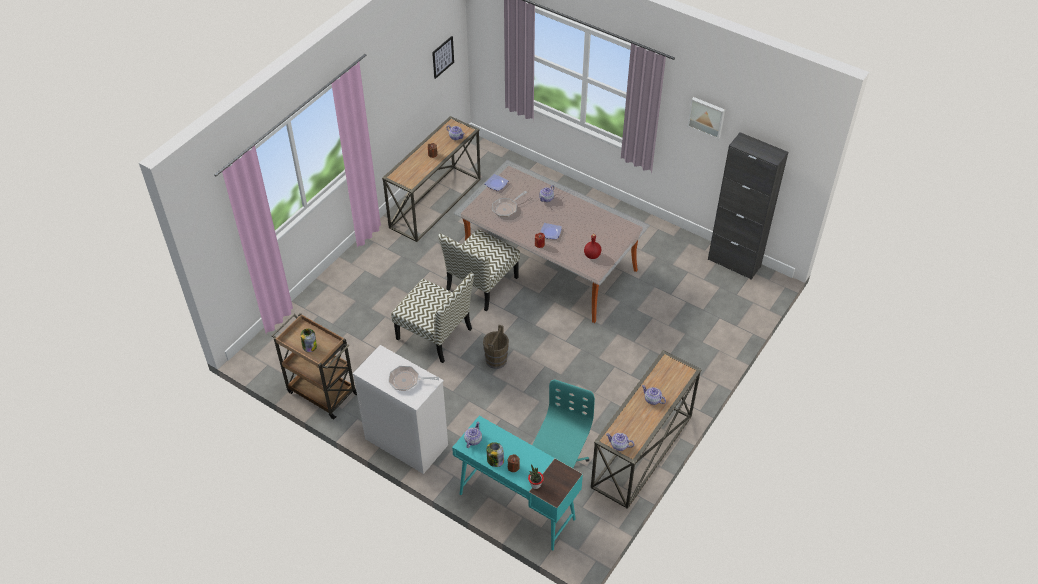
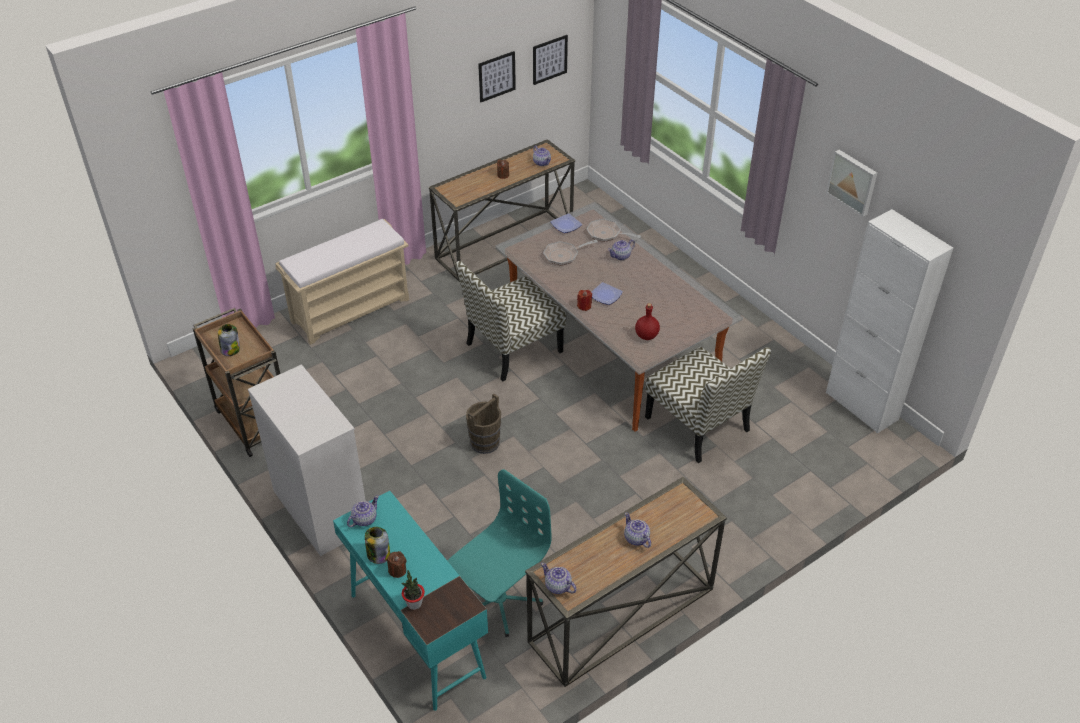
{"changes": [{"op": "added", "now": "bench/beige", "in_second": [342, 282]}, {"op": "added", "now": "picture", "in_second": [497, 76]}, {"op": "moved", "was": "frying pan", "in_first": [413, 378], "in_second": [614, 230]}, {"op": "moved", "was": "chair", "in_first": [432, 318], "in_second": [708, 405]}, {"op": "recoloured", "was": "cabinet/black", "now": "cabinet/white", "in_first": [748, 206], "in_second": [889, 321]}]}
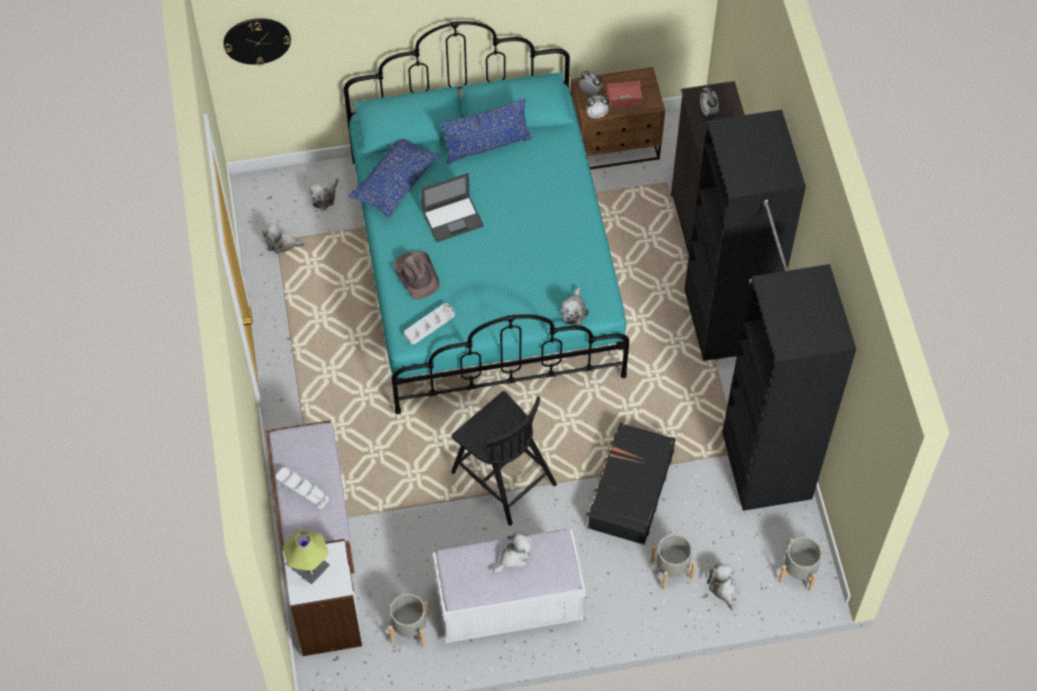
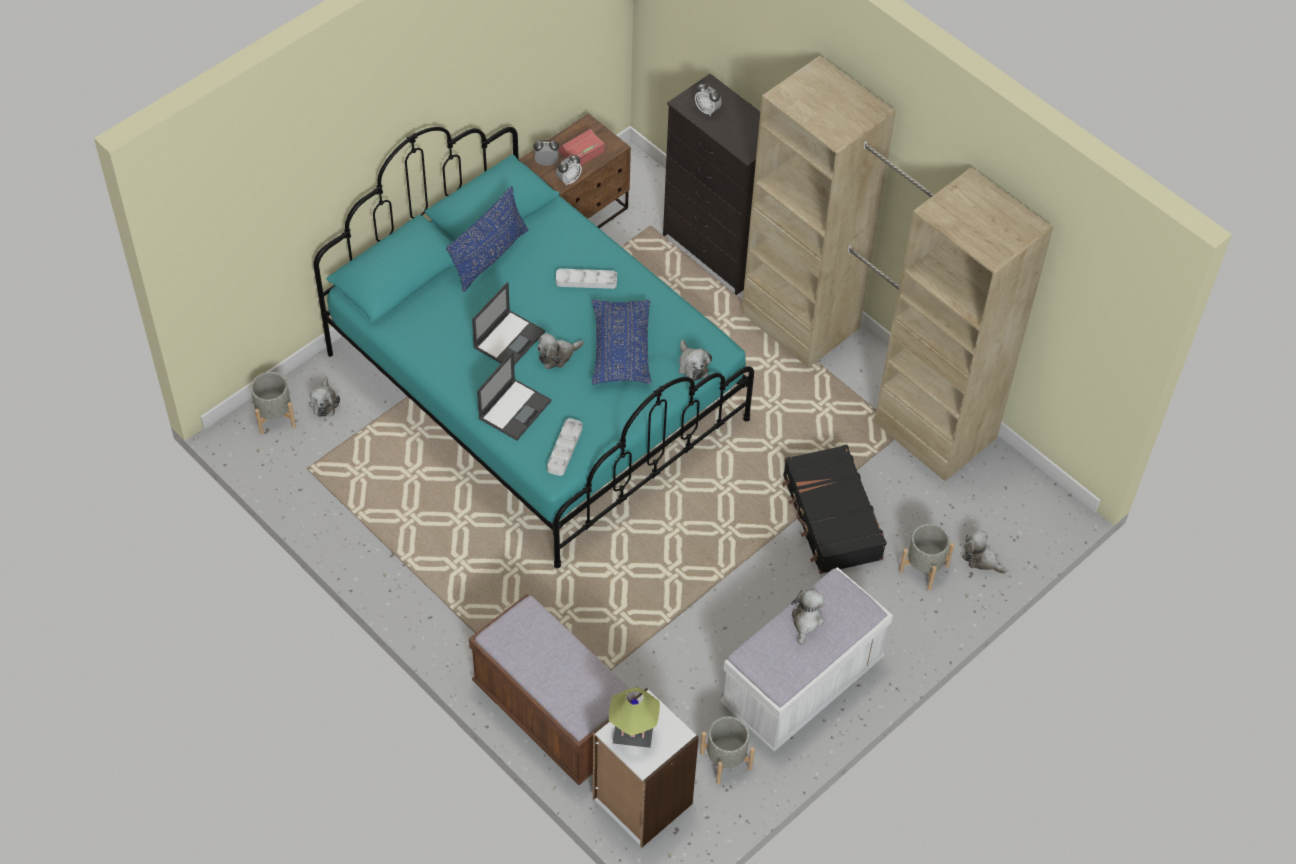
{"changes": [{"op": "moved", "was": "planter/grey", "in_first": [801, 564], "in_second": [273, 403]}, {"op": "replaced", "was": "hat/brown", "now": "laptop", "in_first": [416, 275], "in_second": [514, 395]}, {"op": "moved", "was": "plush toy", "in_first": [284, 238], "in_second": [560, 351]}, {"op": "moved", "was": "tray/white", "in_first": [302, 488], "in_second": [586, 279]}, {"op": "moved", "was": "pillow/blue", "in_first": [394, 178], "in_second": [622, 342]}, {"op": "recoloured", "was": "wardrobe/black", "now": "wardrobe/beige", "in_first": [770, 310], "in_second": [897, 268]}, {"op": "removed", "was": "wall clock", "in_first": [257, 42]}, {"op": "removed", "was": "chair/black", "in_first": [504, 458]}]}
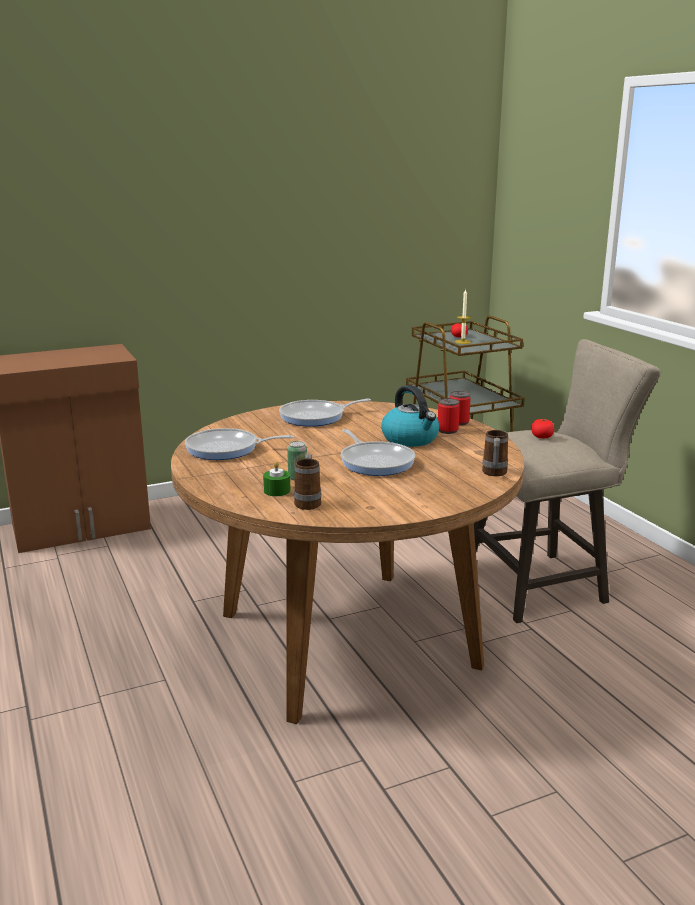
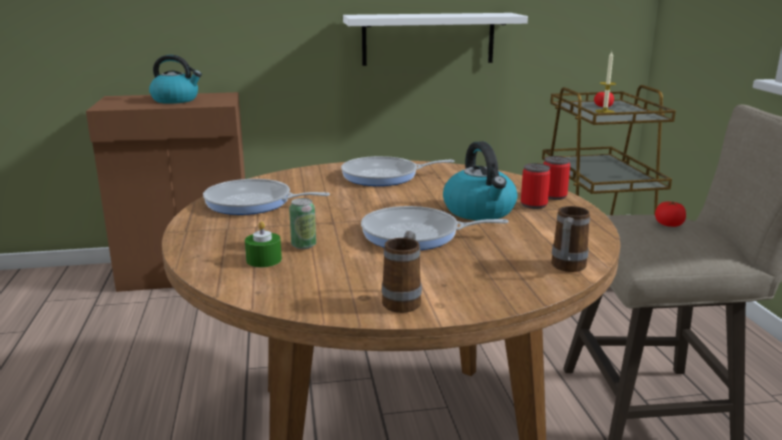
{"changes": [{"op": "added", "now": "kettle", "in_second": [175, 79]}, {"op": "added", "now": "shelf/white", "in_second": [435, 39]}, {"op": "turned", "was": "frying pan", "in_first": [378, 452], "in_second": [435, 228], "clockwise": 105}, {"op": "moved", "was": "mug", "in_first": [308, 482], "in_second": [401, 272]}]}
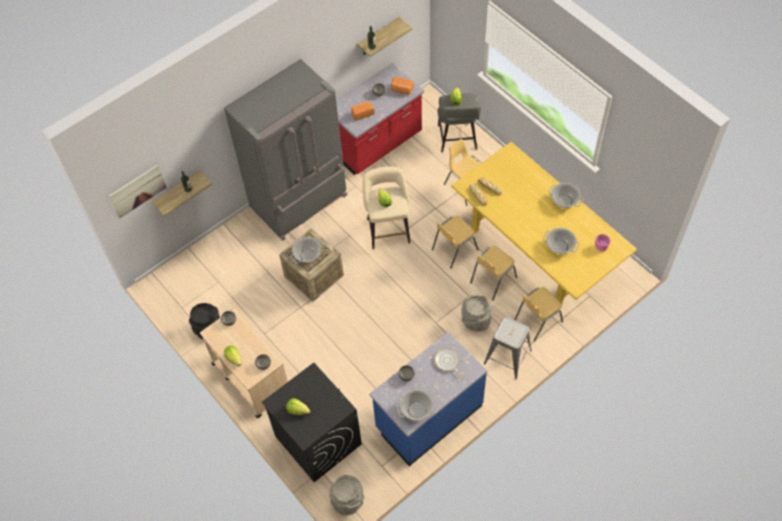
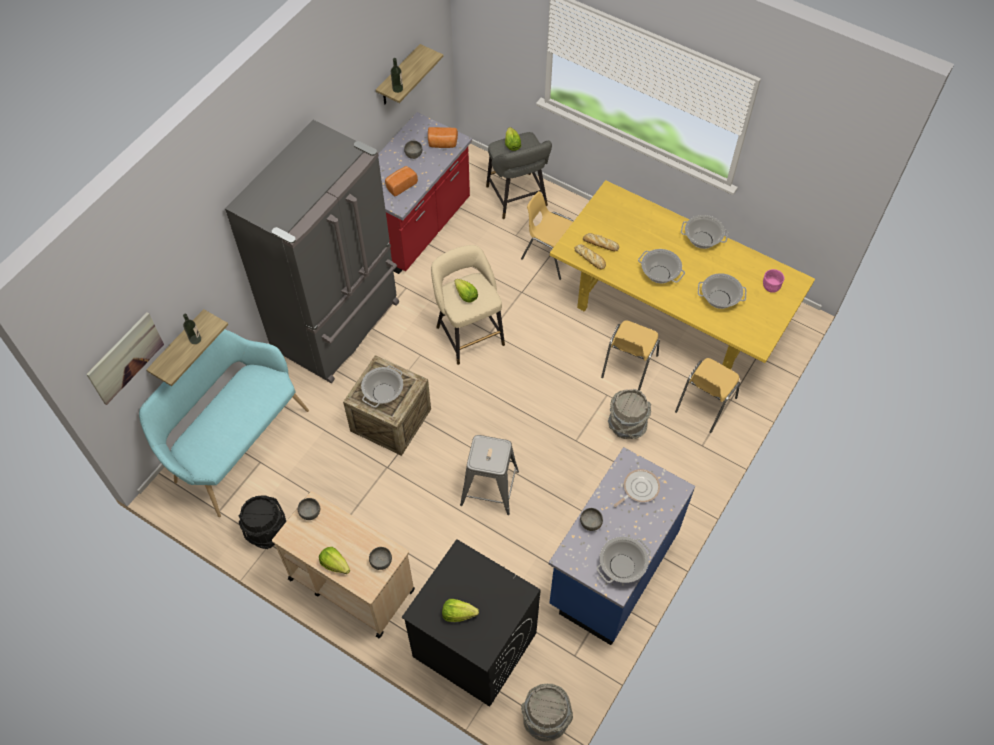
{"changes": [{"op": "added", "now": "bench/turquoise", "in_second": [224, 423]}, {"op": "moved", "was": "stool/grey", "in_first": [508, 348], "in_second": [489, 475]}, {"op": "turned", "was": "frying pan", "in_first": [449, 363], "in_second": [637, 488], "clockwise": 105}, {"op": "added", "now": "cooking pot", "in_second": [661, 266]}, {"op": "removed", "was": "chair/yellow", "in_first": [455, 242]}]}
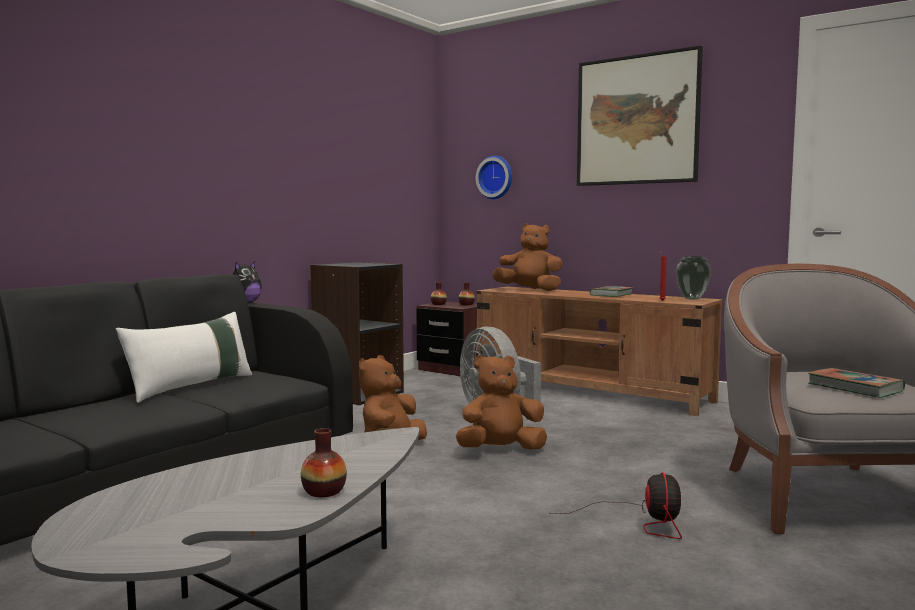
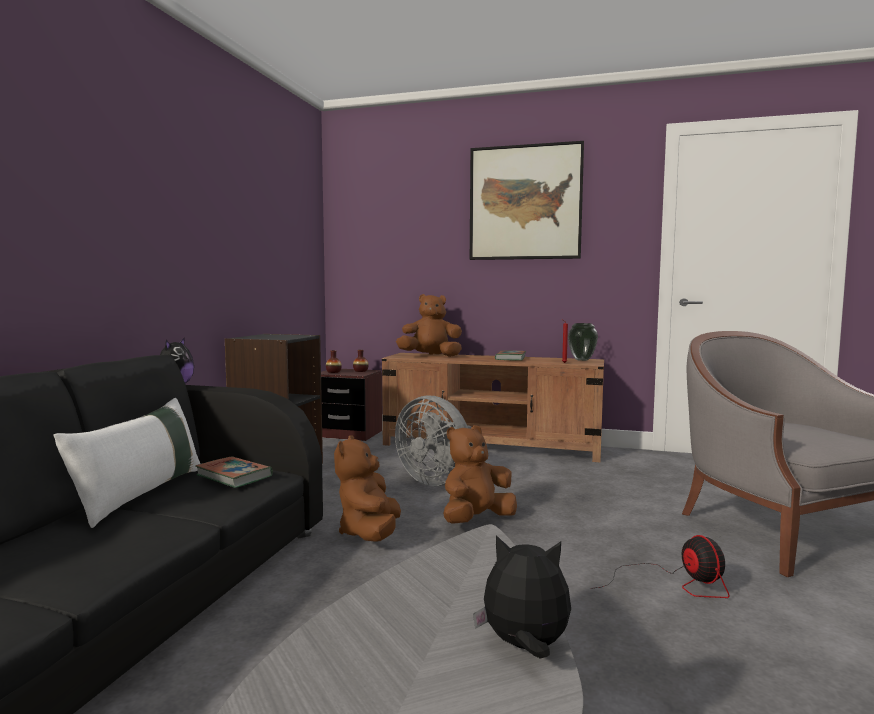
{"changes": [{"op": "moved", "was": "book", "in_first": [856, 383], "in_second": [234, 472]}, {"op": "replaced", "was": "vase", "now": "plush toy", "in_first": [324, 462], "in_second": [522, 597]}, {"op": "removed", "was": "wall clock", "in_first": [494, 177]}]}
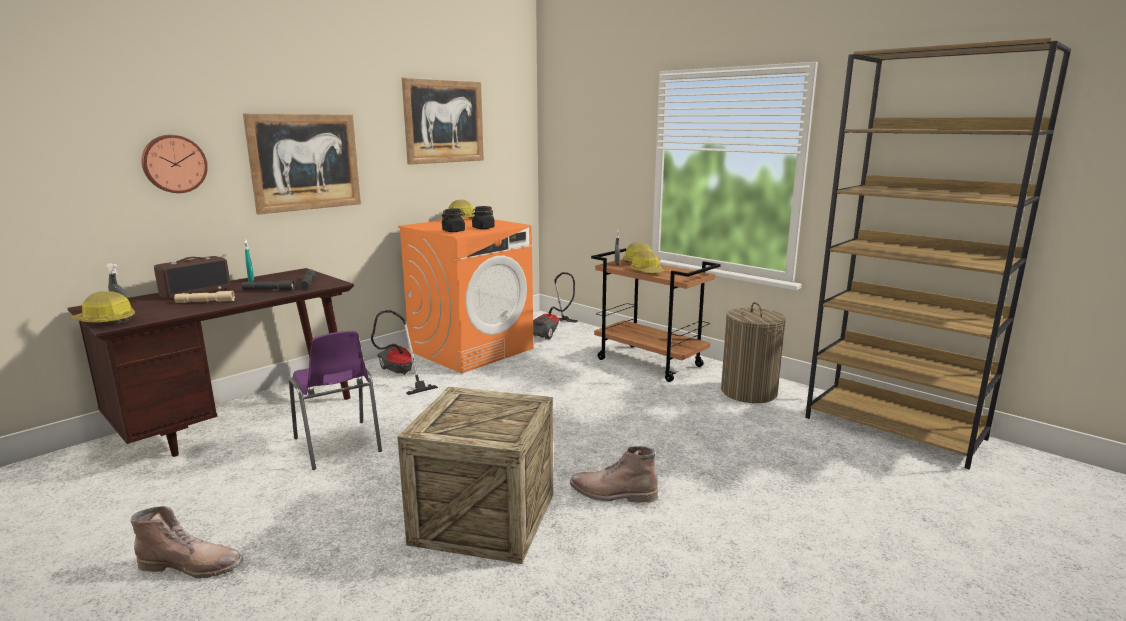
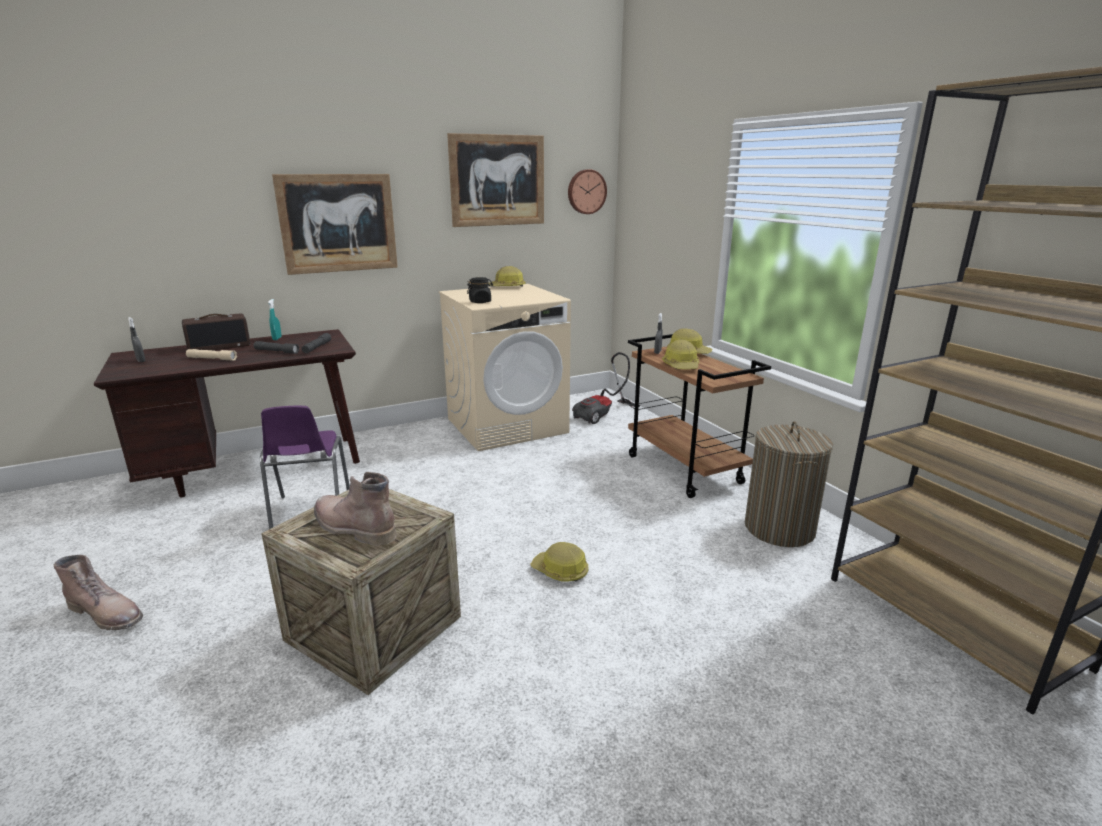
{"changes": [{"op": "moved", "was": "boot/brown", "in_first": [614, 474], "in_second": [355, 509]}, {"op": "recoloured", "was": "washing machine/orange", "now": "washing machine/beige", "in_first": [465, 295], "in_second": [505, 367]}, {"op": "moved", "was": "hard hat", "in_first": [102, 307], "in_second": [559, 562]}, {"op": "moved", "was": "wall clock", "in_first": [175, 164], "in_second": [587, 191]}, {"op": "removed", "was": "vacuum cleaner", "in_first": [404, 352]}, {"op": "removed", "was": "jar/black", "in_first": [483, 217]}]}
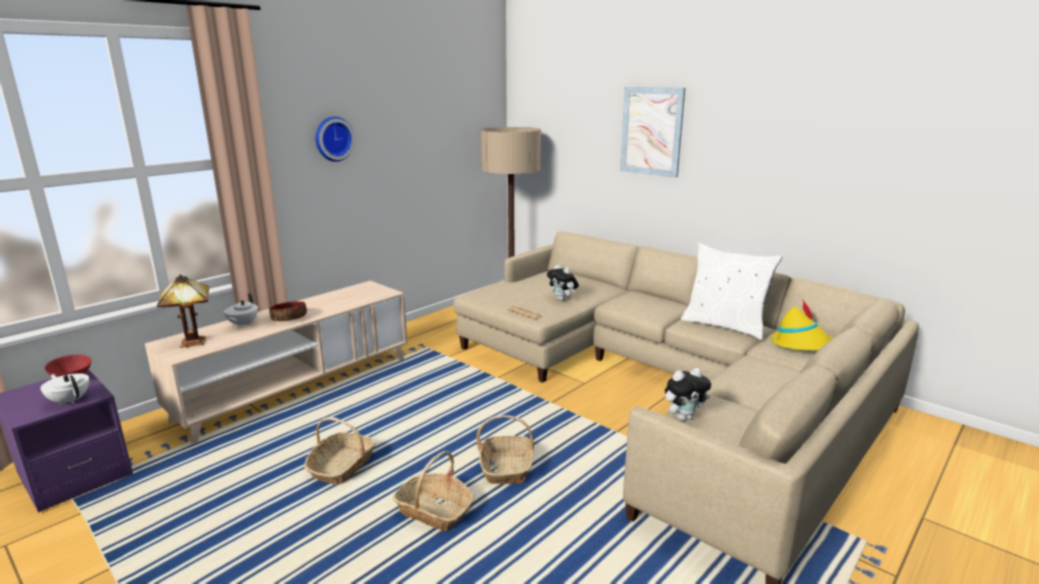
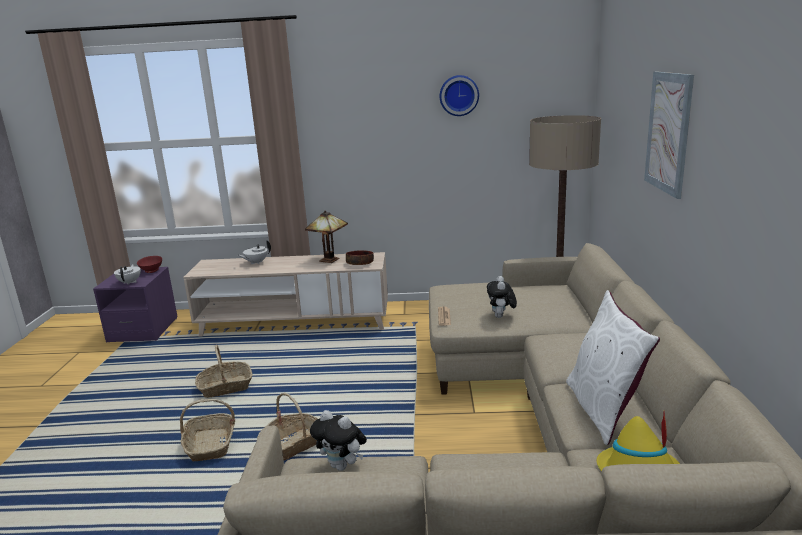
{"changes": [{"op": "moved", "was": "table lamp", "in_first": [183, 311], "in_second": [326, 237]}, {"op": "moved", "was": "bowl", "in_first": [288, 311], "in_second": [360, 257]}, {"op": "moved", "was": "wall clock", "in_first": [335, 139], "in_second": [459, 95]}]}
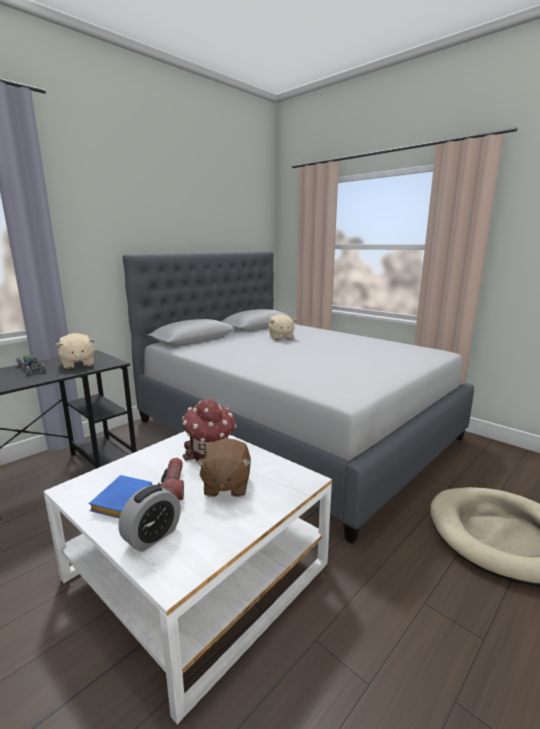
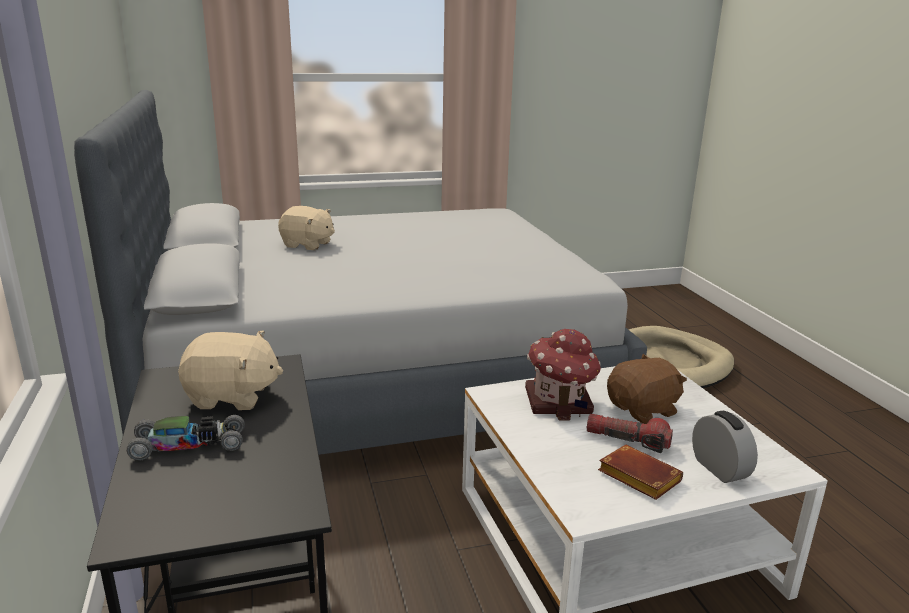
{"changes": [{"op": "recoloured", "was": "book/blue", "now": "book/brown", "in_first": [120, 496], "in_second": [640, 472]}, {"op": "turned", "was": "plush toy/brown", "in_first": [223, 467], "in_second": [647, 389], "clockwise": -60}]}
